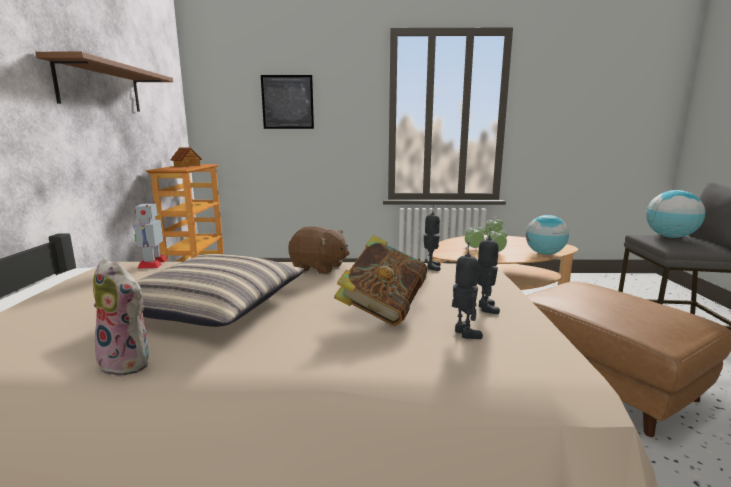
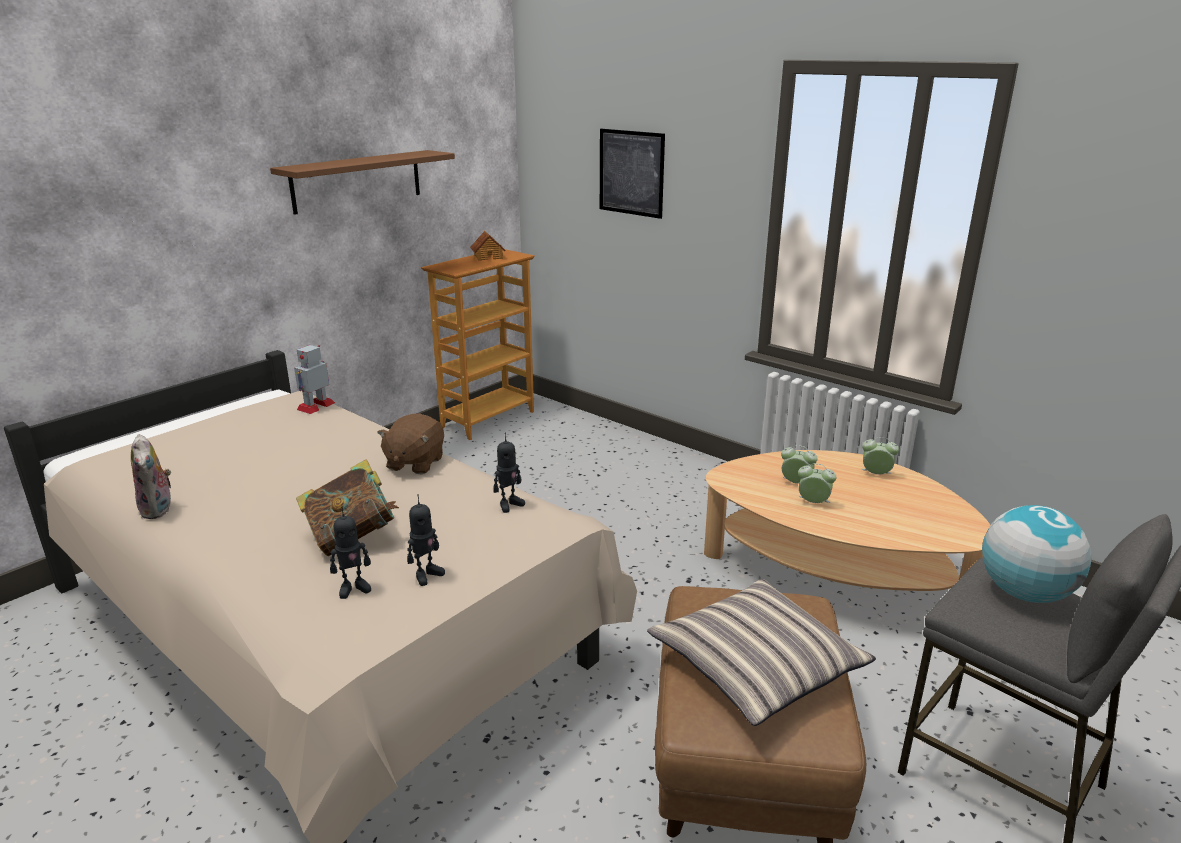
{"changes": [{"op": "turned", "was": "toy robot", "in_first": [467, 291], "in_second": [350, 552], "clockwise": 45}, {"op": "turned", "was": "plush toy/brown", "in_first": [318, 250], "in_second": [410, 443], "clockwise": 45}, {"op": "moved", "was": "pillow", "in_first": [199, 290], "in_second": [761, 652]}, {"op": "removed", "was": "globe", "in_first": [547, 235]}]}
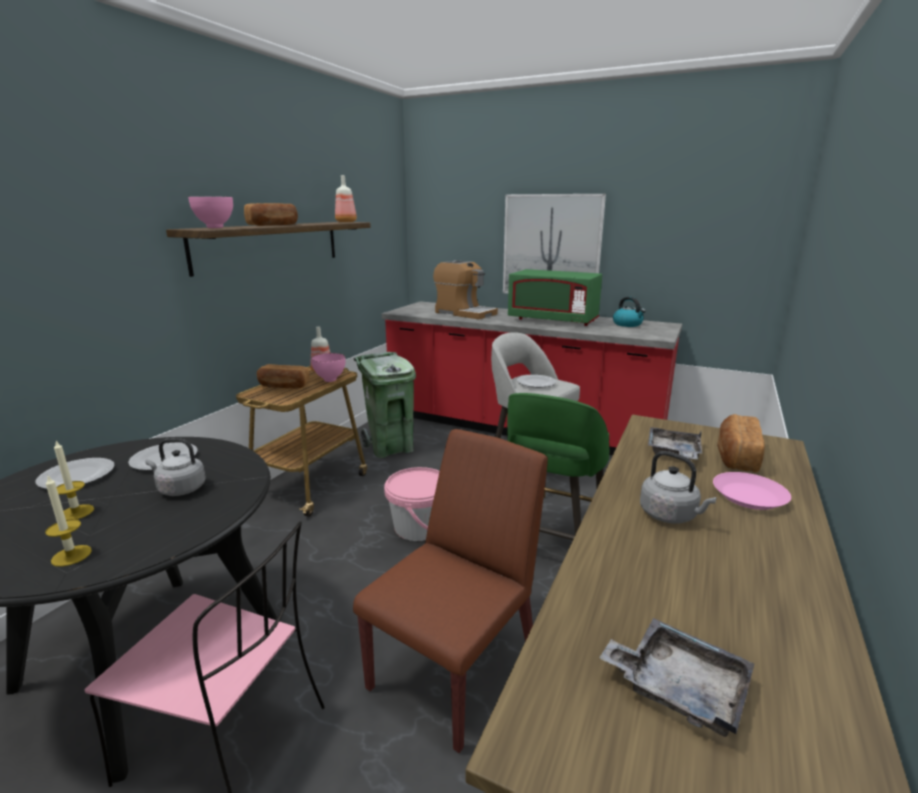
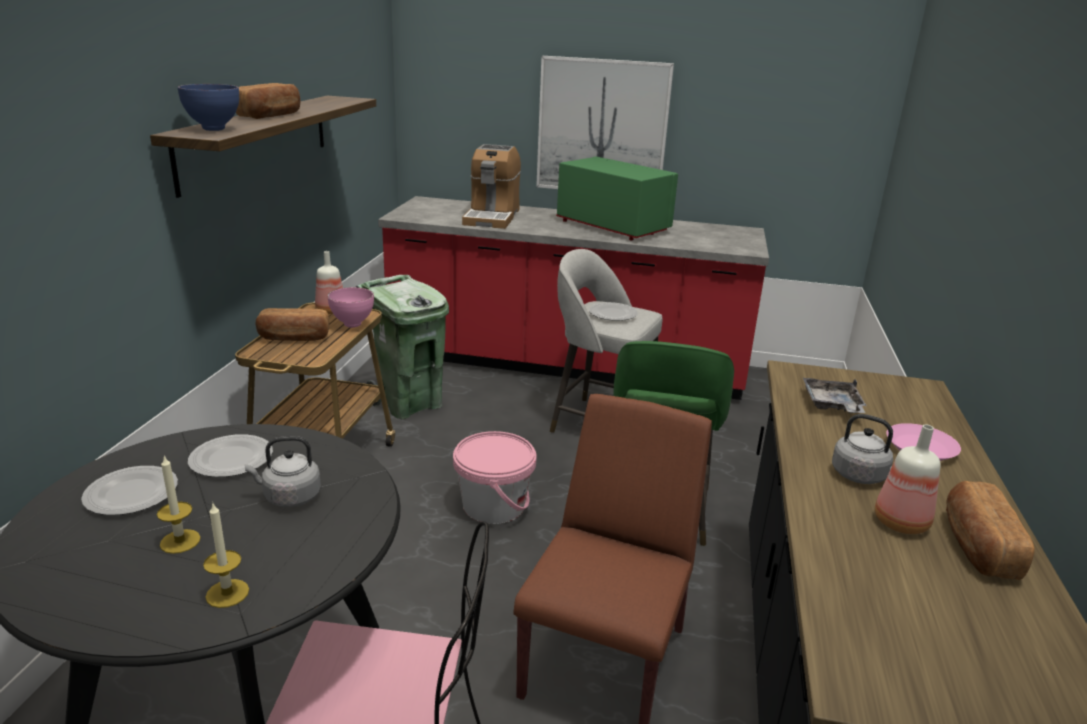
{"changes": [{"op": "recoloured", "was": "bowl/pink", "now": "bowl/blue", "in_first": [210, 212], "in_second": [208, 107]}, {"op": "turned", "was": "coffee machine", "in_first": [465, 289], "in_second": [491, 186], "clockwise": 75}, {"op": "turned", "was": "microwave/green", "in_first": [555, 297], "in_second": [617, 198], "clockwise": -150}, {"op": "moved", "was": "bottle", "in_first": [346, 198], "in_second": [908, 479]}, {"op": "moved", "was": "bread", "in_first": [741, 443], "in_second": [990, 530]}, {"op": "removed", "was": "tray/grey", "in_first": [676, 677]}, {"op": "removed", "was": "kettle", "in_first": [629, 312]}]}
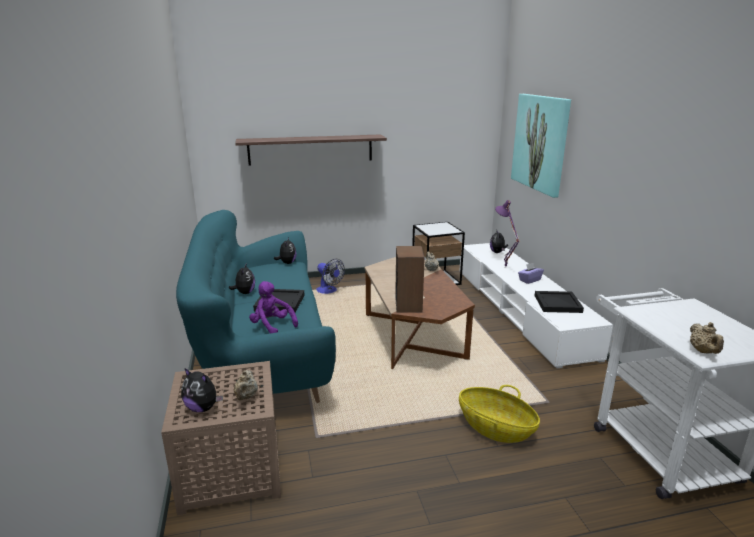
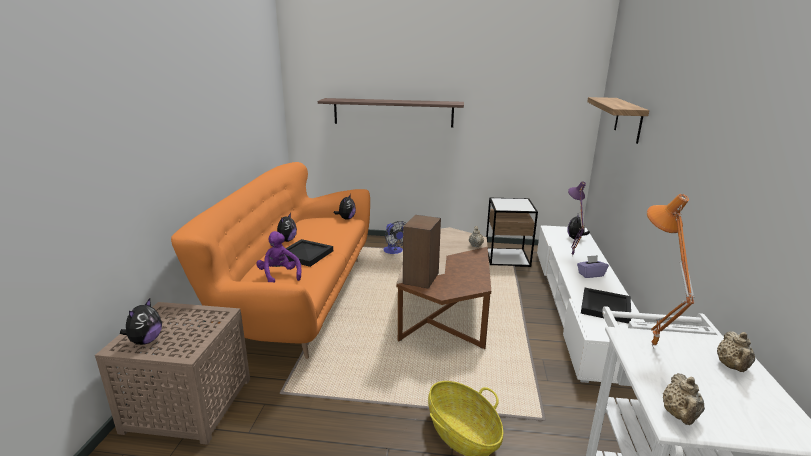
{"changes": [{"op": "turned", "was": "plush toy", "in_first": [202, 390], "in_second": [141, 321], "clockwise": -120}, {"op": "recoloured", "was": "sofa/turquoise", "now": "sofa/orange", "in_first": [256, 311], "in_second": [270, 260]}, {"op": "replaced", "was": "picture", "now": "shelf", "in_first": [541, 146], "in_second": [618, 120]}, {"op": "added", "now": "table lamp/orange", "in_second": [670, 271]}, {"op": "moved", "was": "teapot/beige", "in_first": [246, 385], "in_second": [736, 351]}]}
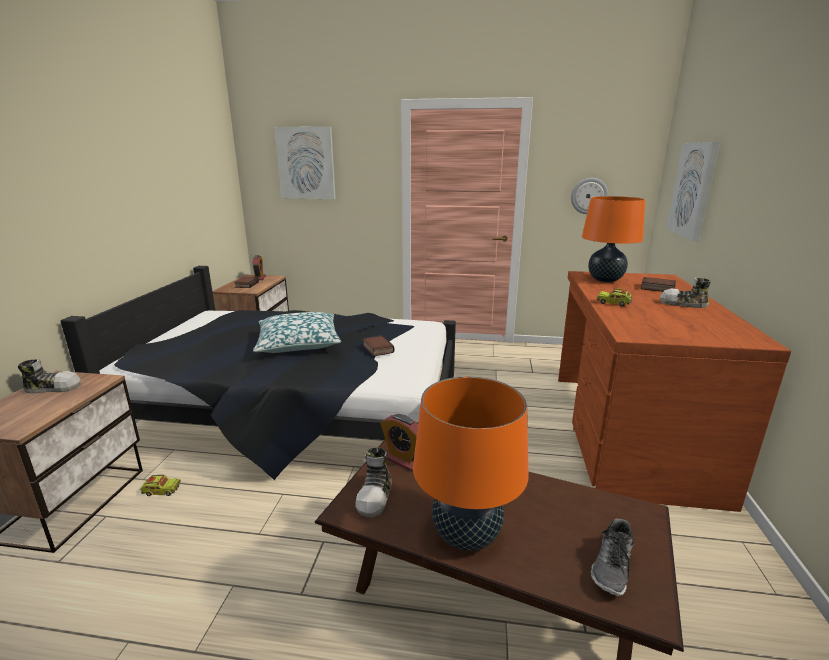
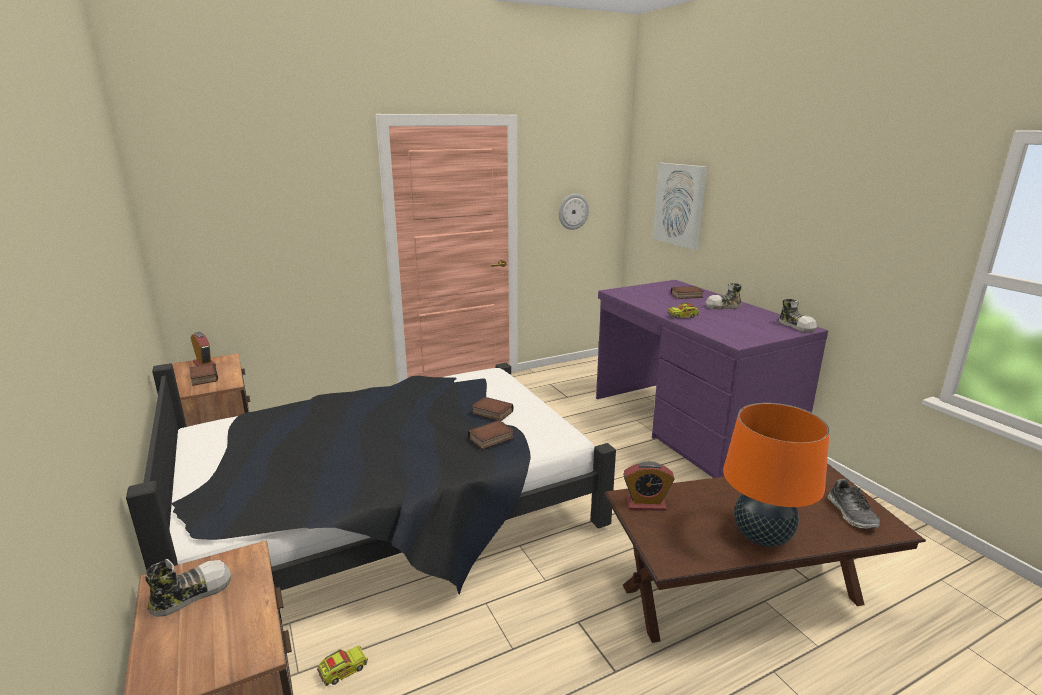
{"changes": [{"op": "added", "now": "book", "in_second": [491, 434]}, {"op": "recoloured", "was": "desk/brown", "now": "desk/purple", "in_first": [674, 391], "in_second": [712, 379]}, {"op": "moved", "was": "shoe", "in_first": [373, 482], "in_second": [798, 316]}, {"op": "removed", "was": "pillow", "in_first": [297, 332]}, {"op": "removed", "was": "picture", "in_first": [305, 163]}, {"op": "removed", "was": "table lamp/orange", "in_first": [614, 239]}]}
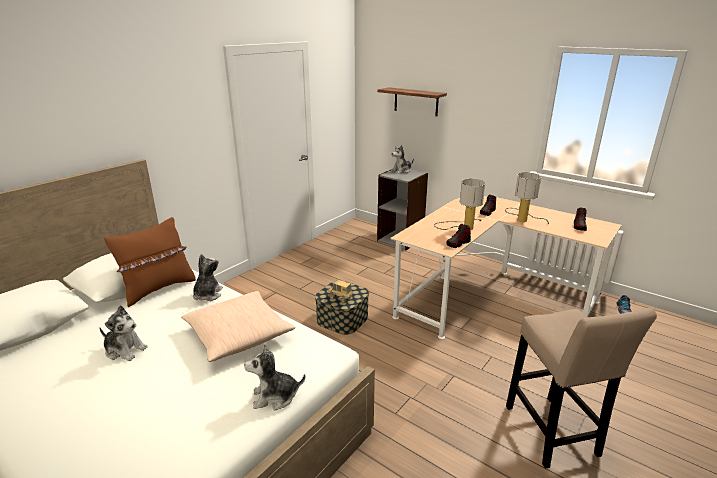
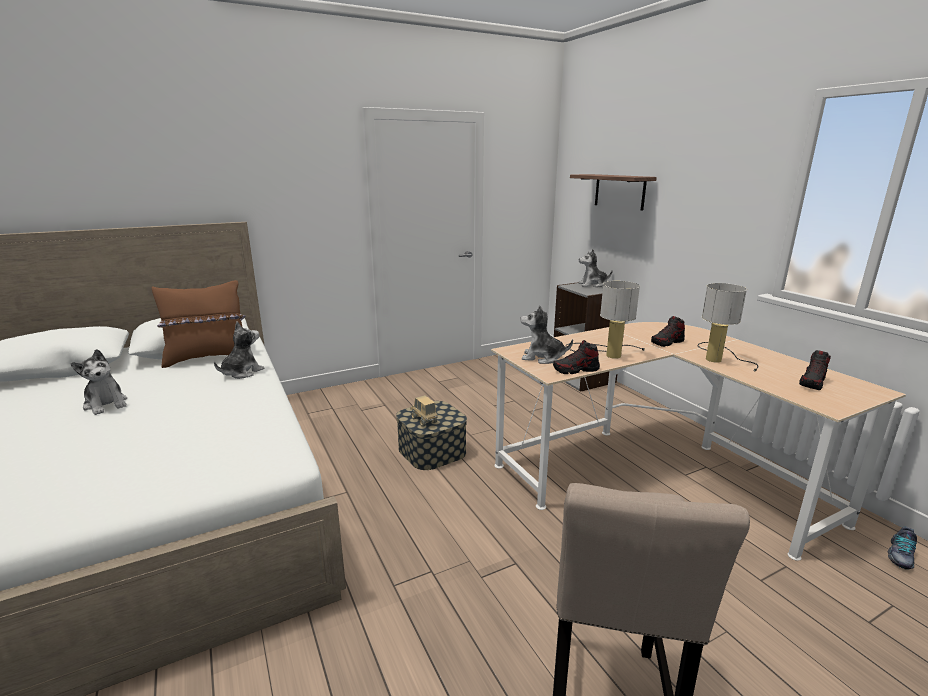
{"changes": [{"op": "moved", "was": "plush toy", "in_first": [274, 377], "in_second": [546, 334]}, {"op": "removed", "was": "pillow/beige", "in_first": [238, 326]}]}
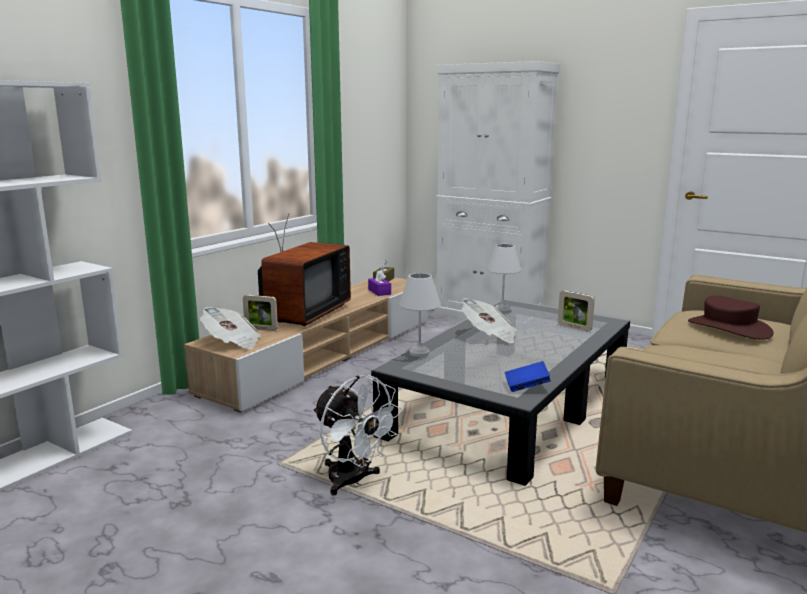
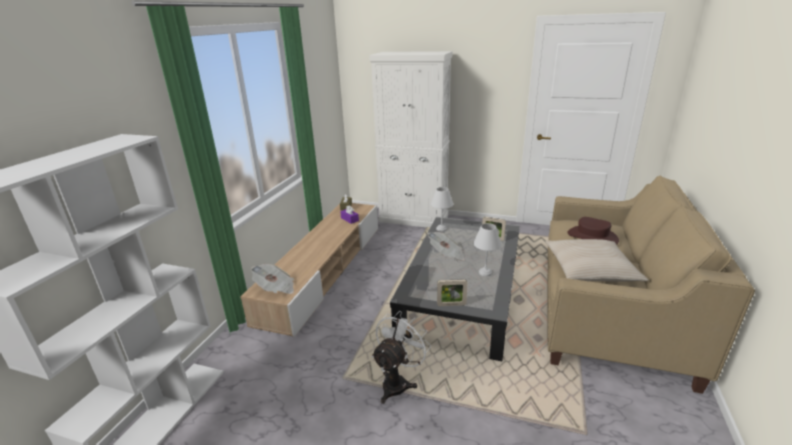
{"changes": [{"op": "turned", "was": "fan/white", "in_first": [358, 435], "in_second": [401, 357], "clockwise": -90}, {"op": "moved", "was": "picture frame", "in_first": [260, 313], "in_second": [452, 292]}, {"op": "moved", "was": "table lamp/white", "in_first": [420, 315], "in_second": [487, 249]}, {"op": "added", "now": "pillow/beige", "in_second": [597, 260]}, {"op": "removed", "was": "television", "in_first": [304, 270]}, {"op": "removed", "was": "book/blue", "in_first": [528, 376]}]}
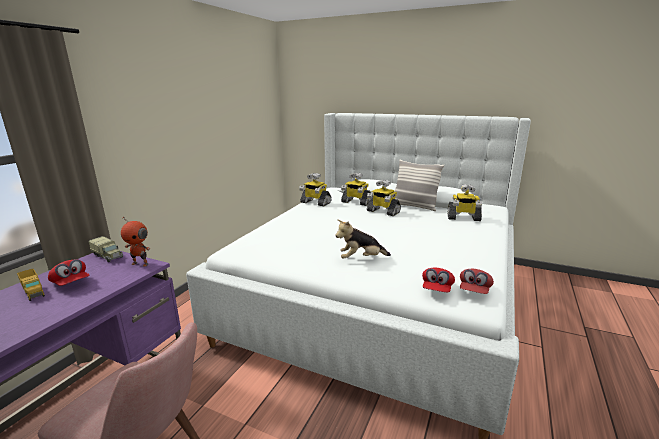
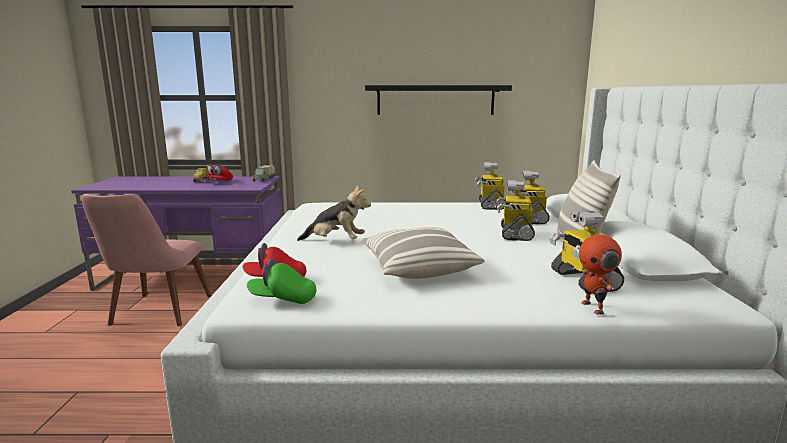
{"changes": [{"op": "recoloured", "was": "cap/red", "now": "cap/green", "in_first": [477, 281], "in_second": [281, 281]}, {"op": "turned", "was": "plush toy", "in_first": [363, 239], "in_second": [334, 213], "clockwise": 135}, {"op": "added", "now": "pillow", "in_second": [423, 253]}, {"op": "added", "now": "shelf/black", "in_second": [438, 100]}, {"op": "moved", "was": "toy robot", "in_first": [136, 241], "in_second": [600, 269]}]}
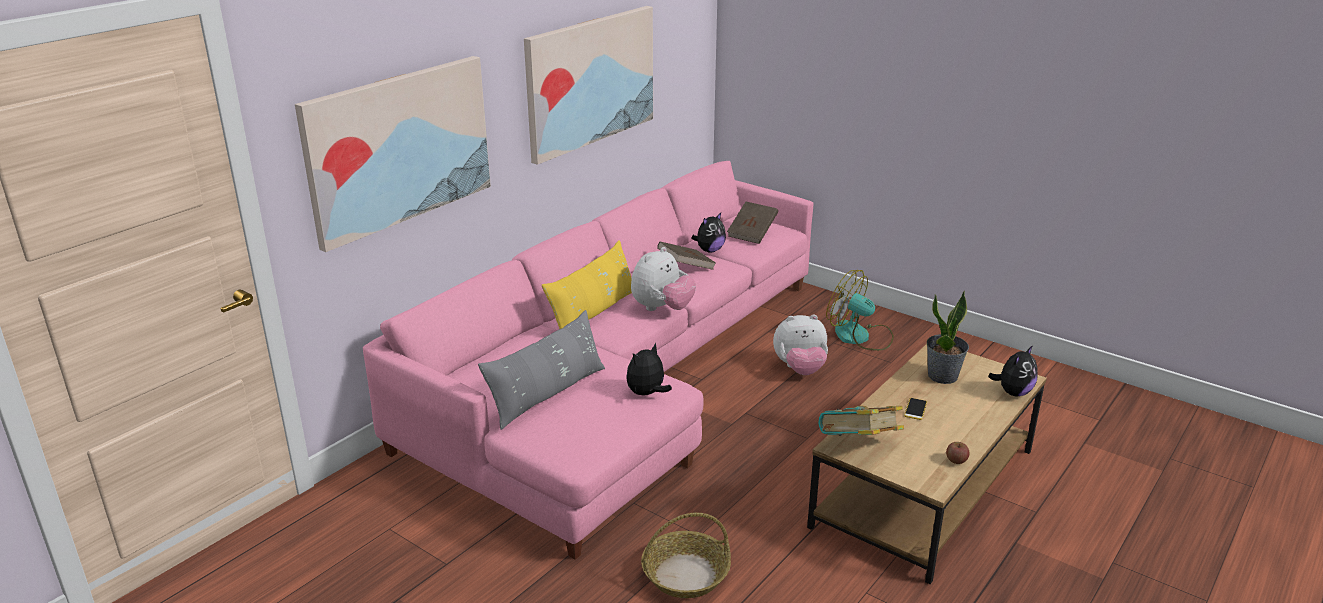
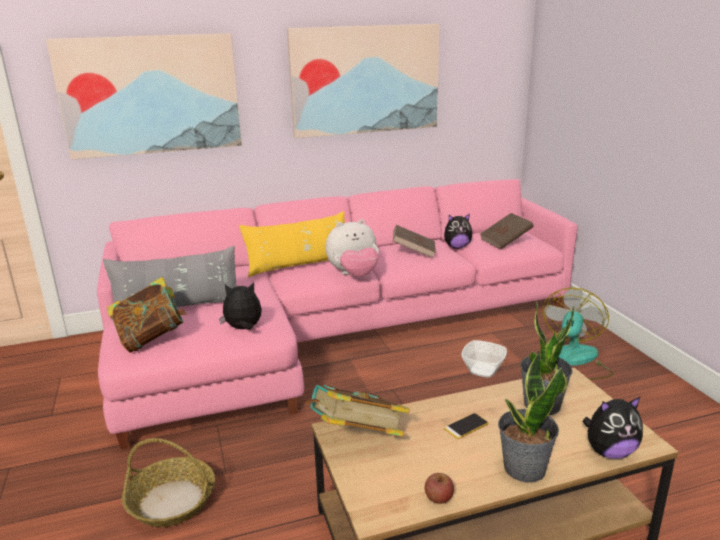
{"changes": [{"op": "added", "now": "book", "in_second": [146, 315]}, {"op": "replaced", "was": "plush toy", "now": "bowl", "in_first": [800, 345], "in_second": [484, 359]}, {"op": "added", "now": "potted plant", "in_second": [532, 417]}, {"op": "turned", "was": "fan", "in_first": [860, 310], "in_second": [577, 333], "clockwise": 45}]}
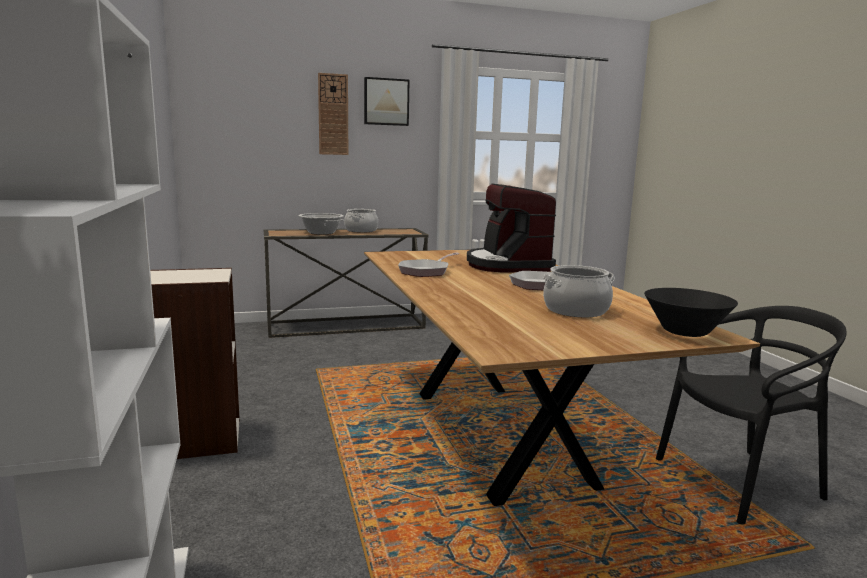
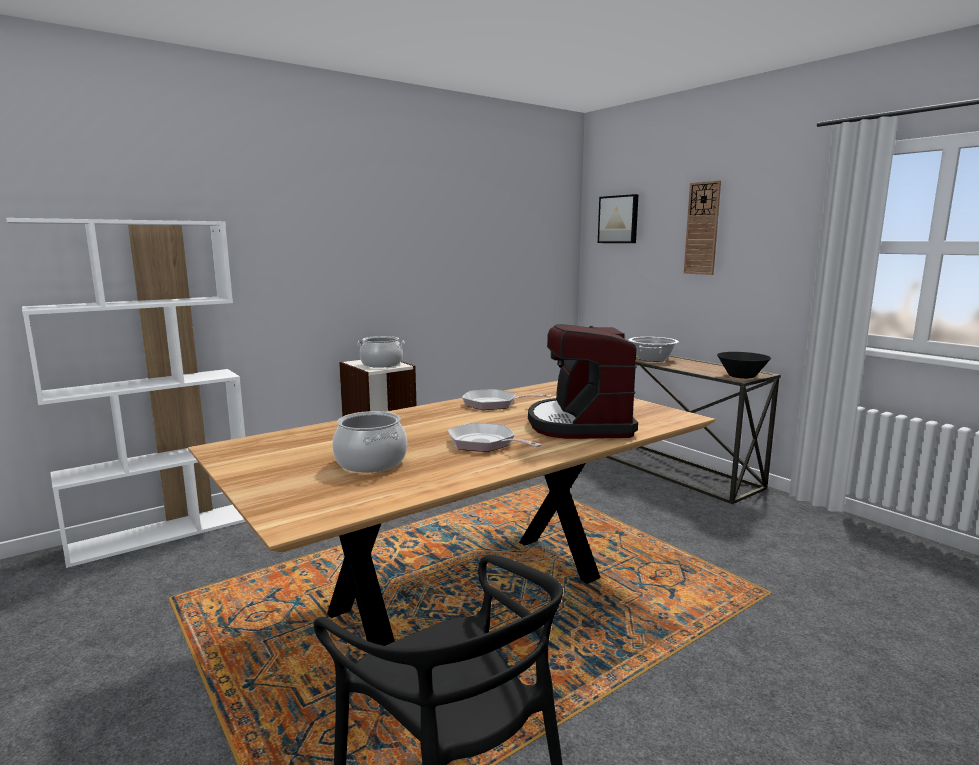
{"changes": [{"op": "moved", "was": "cooking pot", "in_first": [361, 221], "in_second": [381, 352]}, {"op": "turned", "was": "coffee machine", "in_first": [511, 227], "in_second": [583, 381], "clockwise": -60}, {"op": "moved", "was": "picture", "in_first": [386, 101], "in_second": [618, 218]}, {"op": "moved", "was": "bowl/black", "in_first": [691, 312], "in_second": [744, 365]}]}
